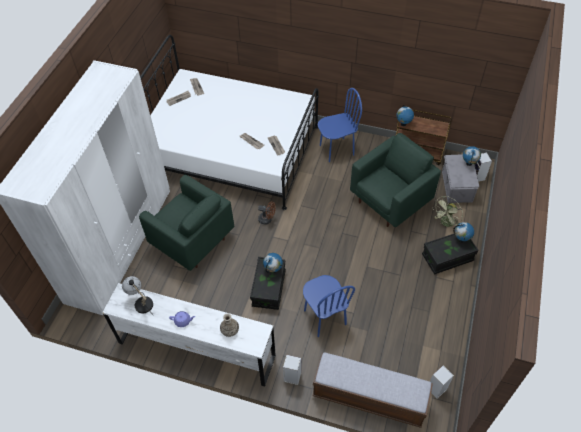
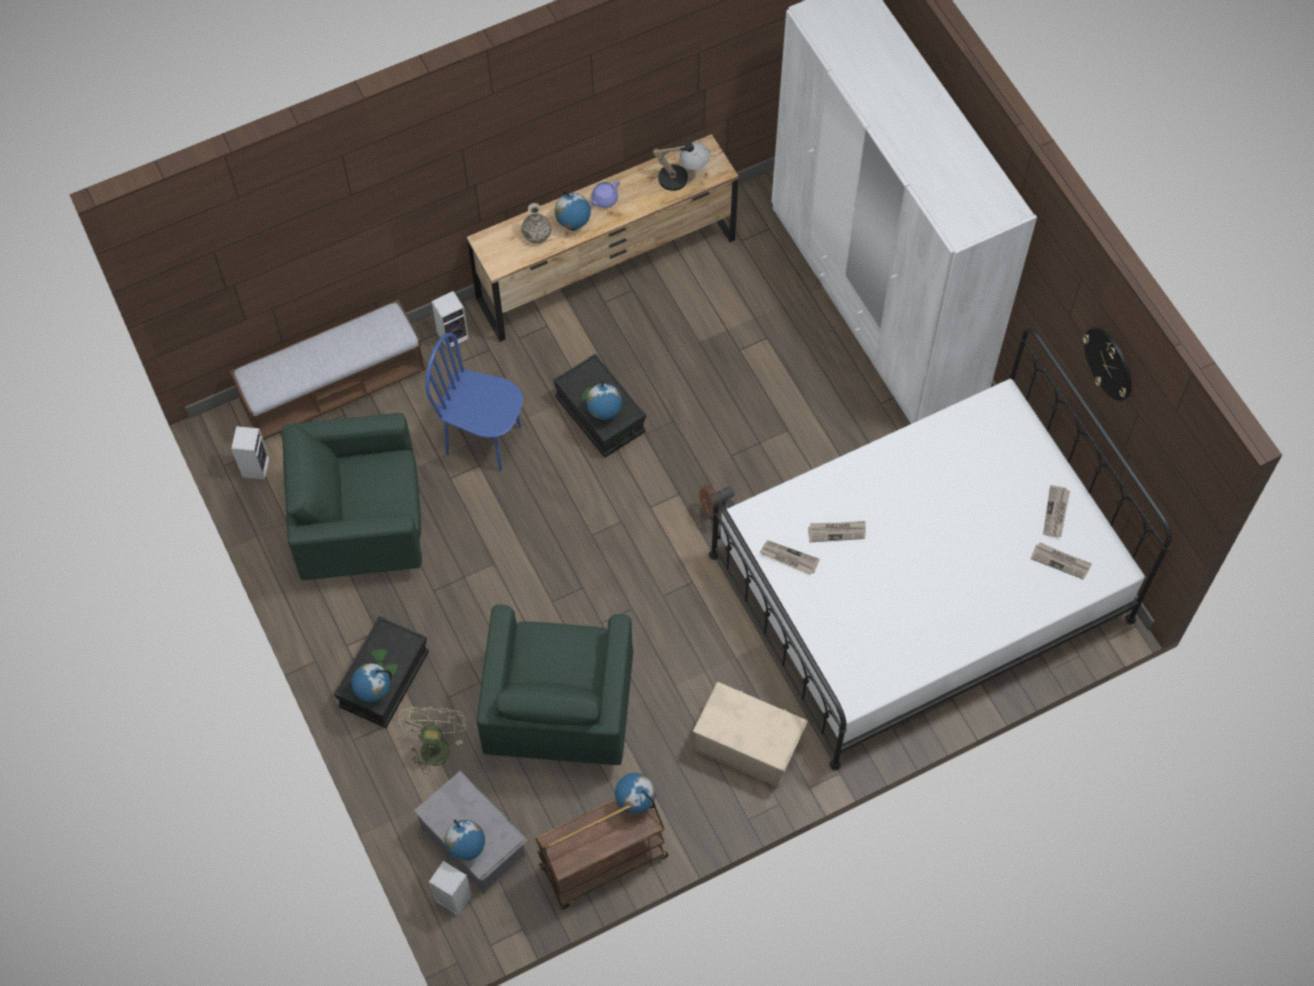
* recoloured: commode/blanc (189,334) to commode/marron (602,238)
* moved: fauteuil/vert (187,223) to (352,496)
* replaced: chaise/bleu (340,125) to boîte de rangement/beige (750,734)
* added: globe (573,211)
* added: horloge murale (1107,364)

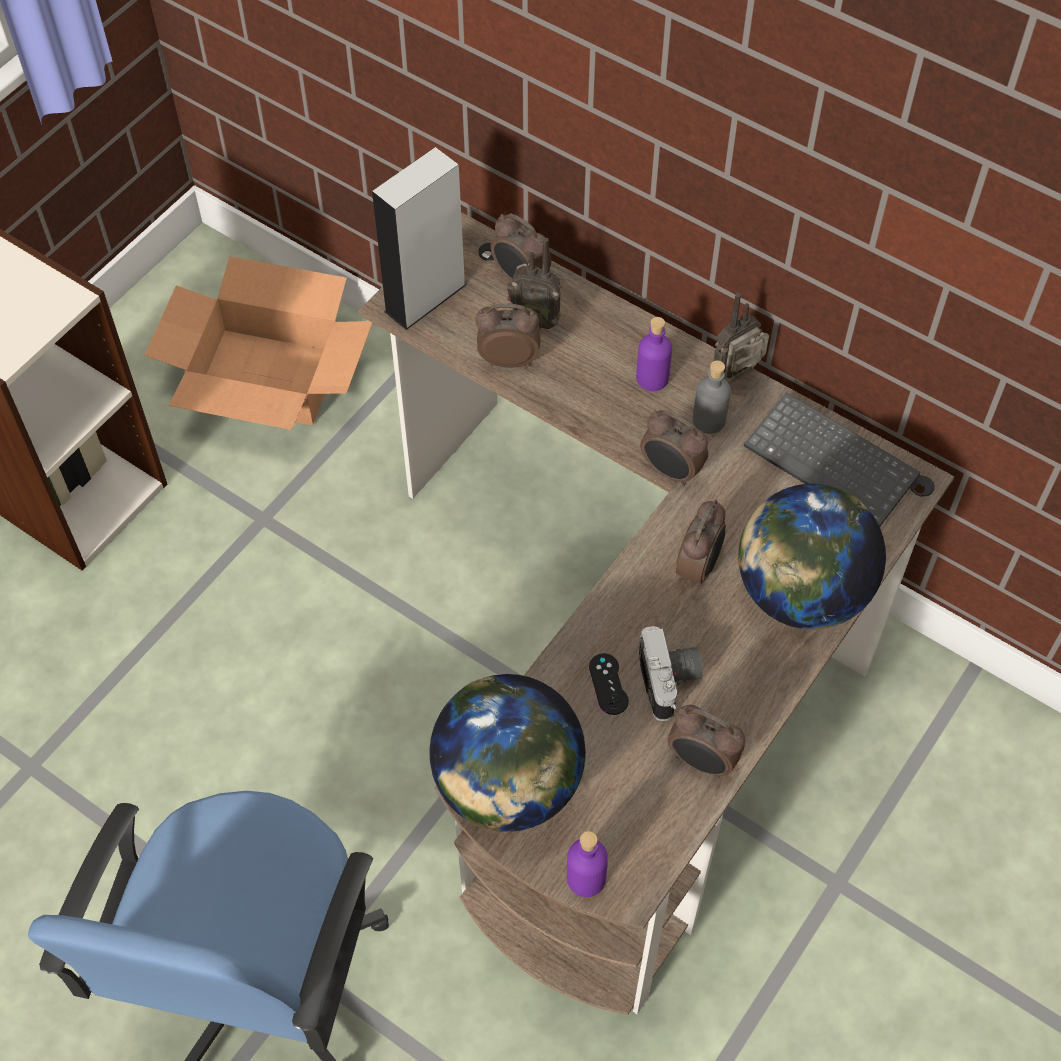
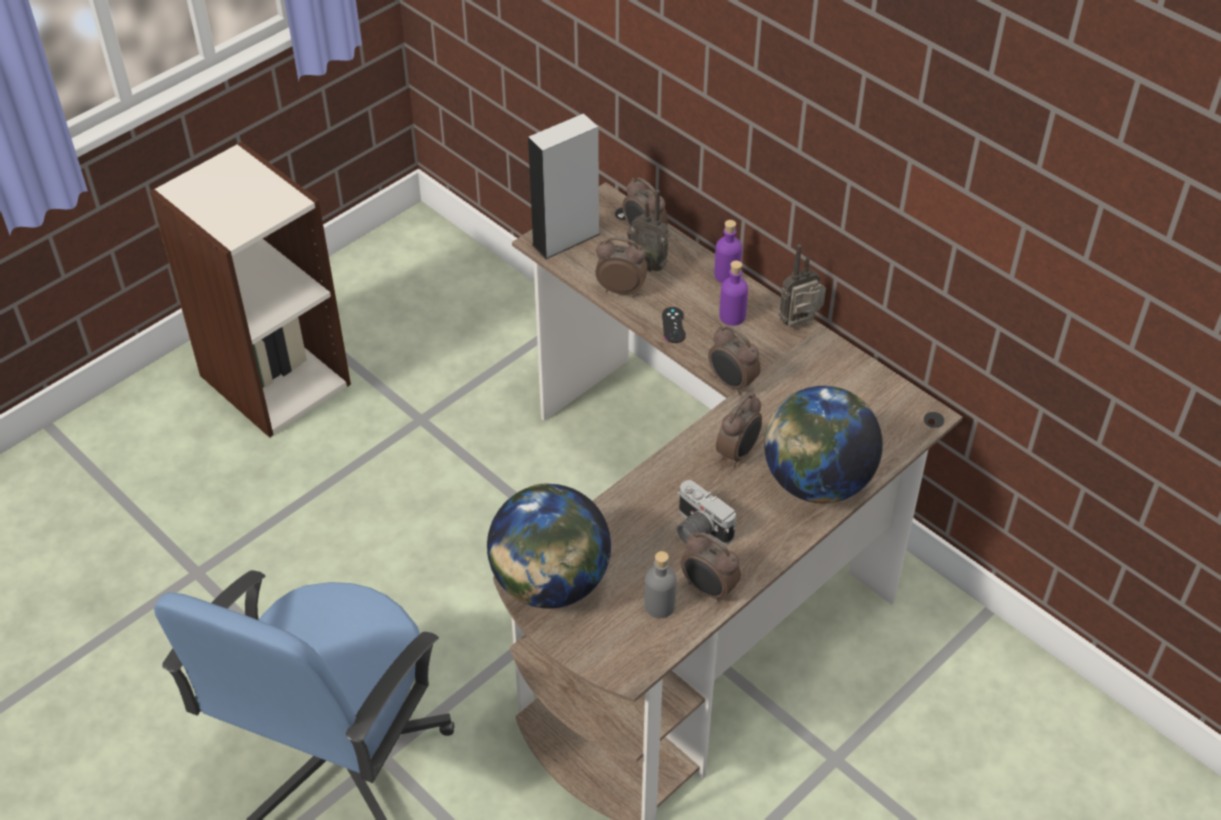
* removed: carton (258,343)
* moved: bouteille/violet (587,864) to (728,251)
* moved: manette/noir (609,684) to (674,325)
* turned: appareil photo (671,673) = (706,512) 135 degrees clockwise
* moved: bouteille/gris (712,397) to (660,584)
* removed: clavier (832,459)

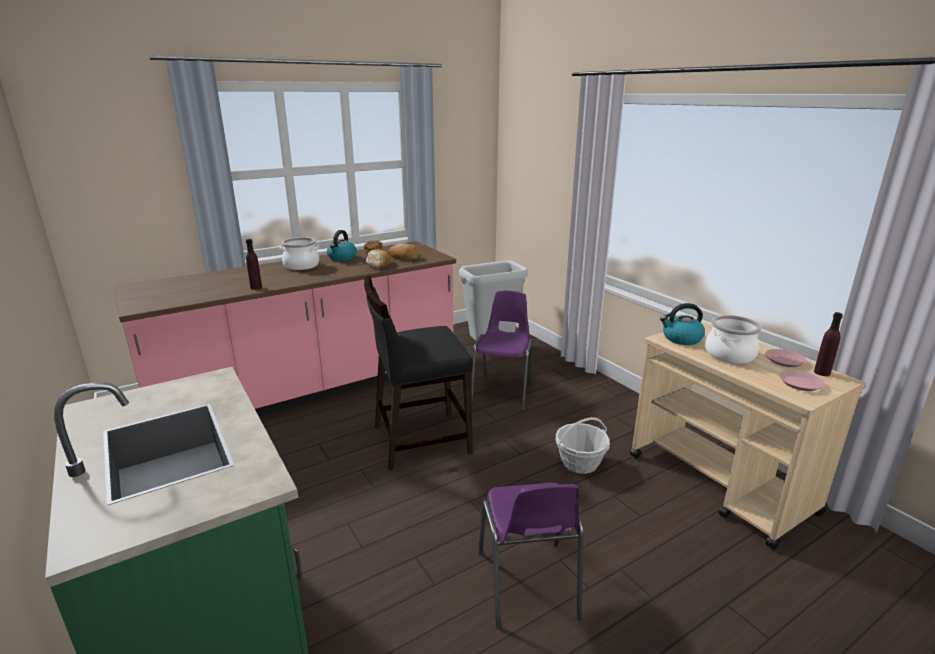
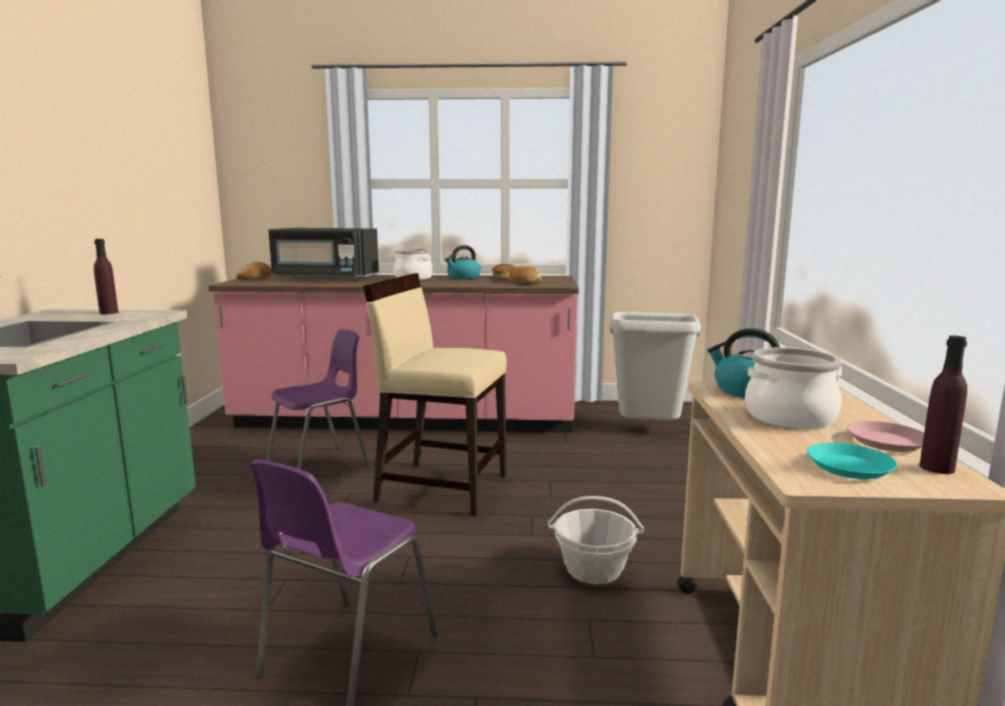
* moved: bouteille/violet (254,264) to (106,276)
* recoloured: chaise/noir (418,373) to chaise/beige (435,395)
* moved: pain (378,259) to (254,271)
* moved: chaise/violet (501,351) to (318,399)
* recoloured: assiette/rose (802,380) to assiette/turquoise (852,461)
* added: micro-ondes/noir (324,254)

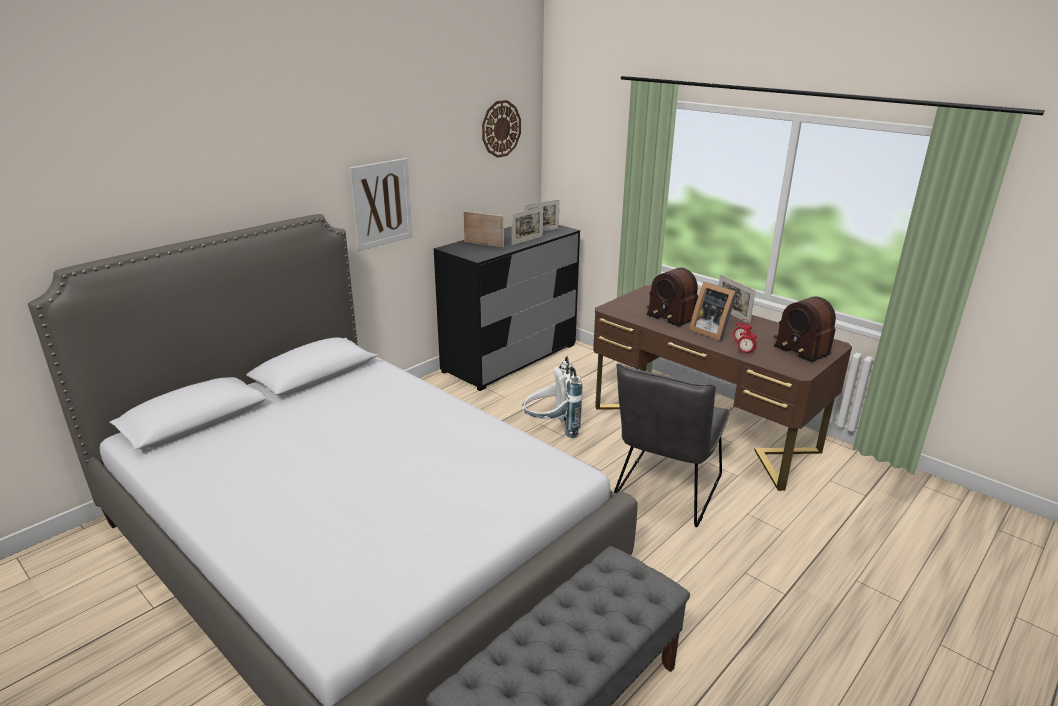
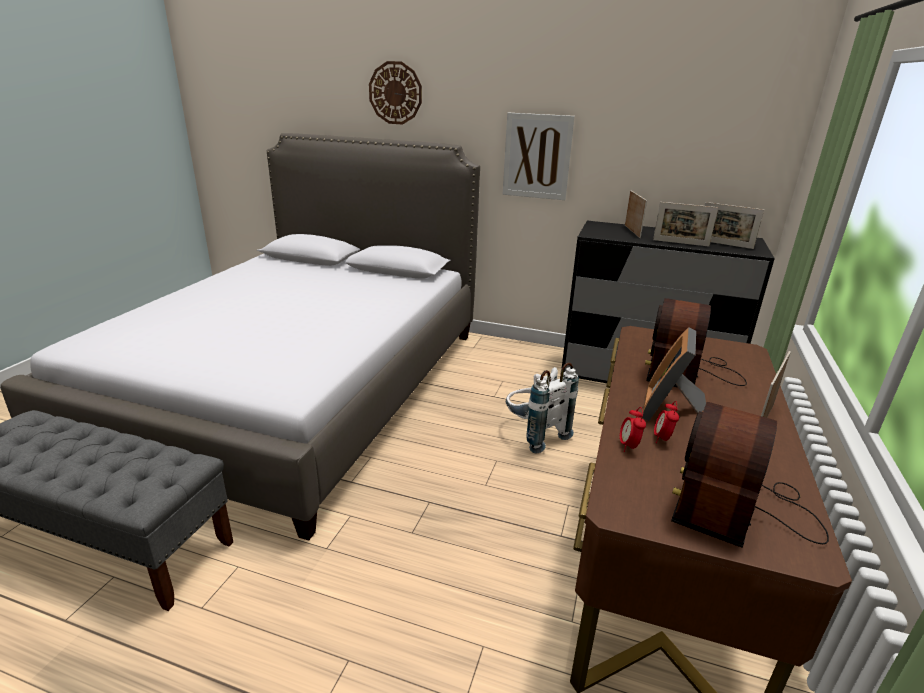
* moved: horloge murale (501,129) to (395,93)
* removed: chaise/gris (671,445)

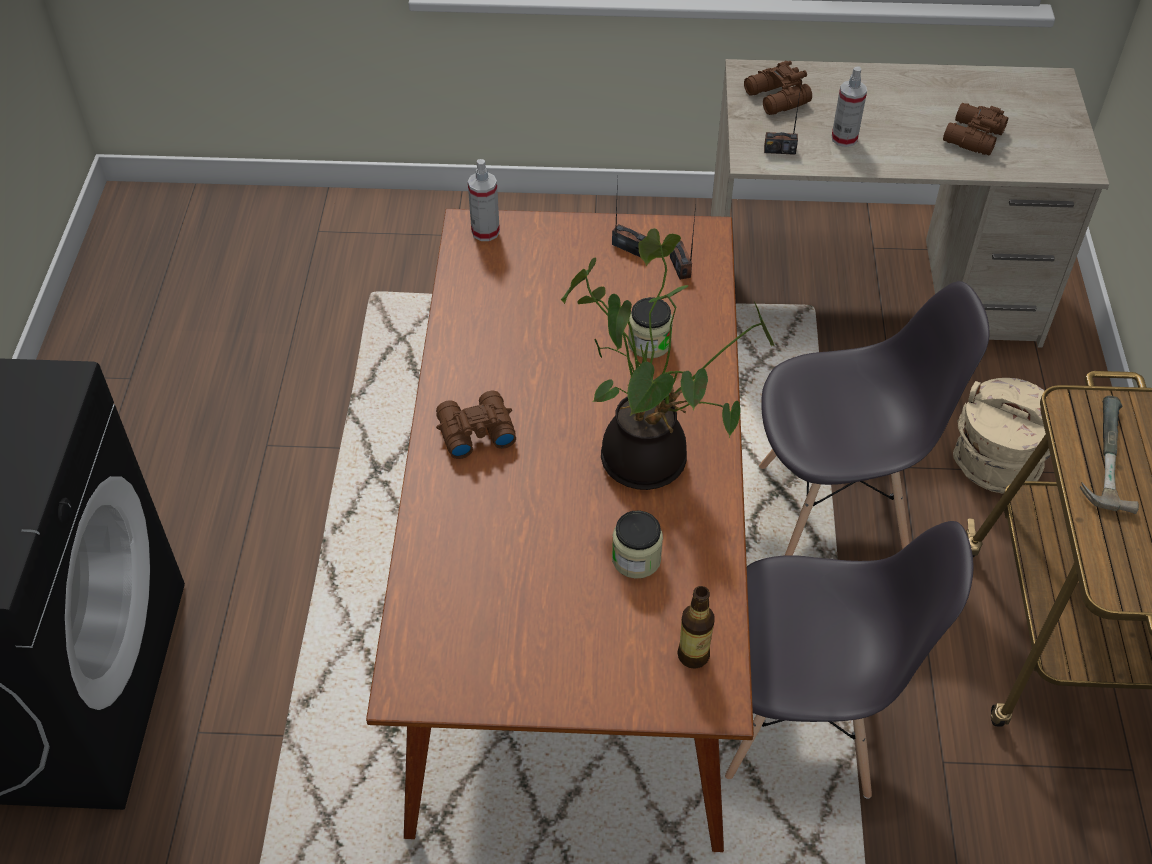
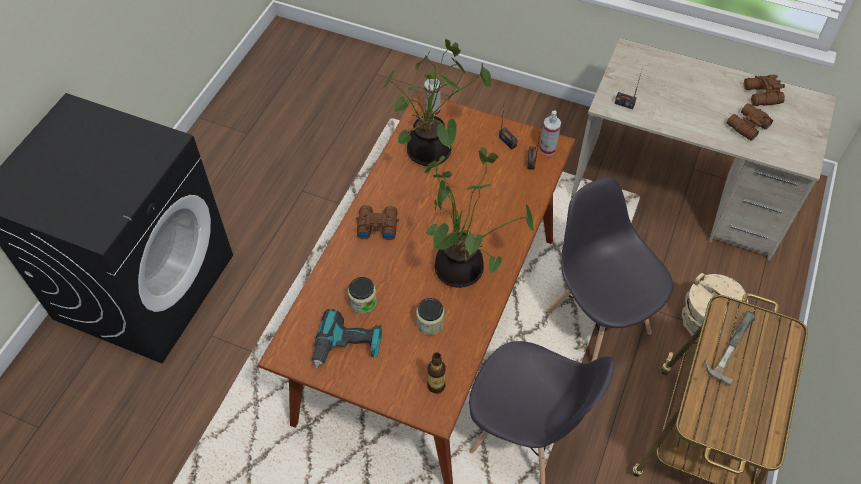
* moved: bocal (650,327) to (362,295)
* moved: jumelles/marron (778,88) to (764,90)
* turned: chaise/gris (874,418) = (610,269) 135 degrees counterclockwise
* moved: vaporisateur (849,107) to (550,133)
* added: perceuse (347,339)
* added: plante en pot (436,102)

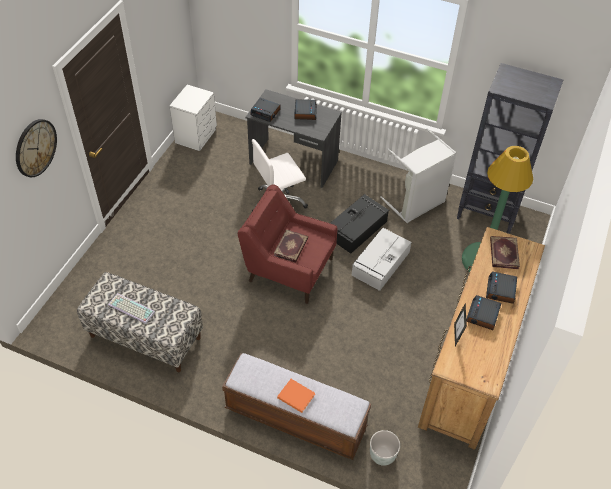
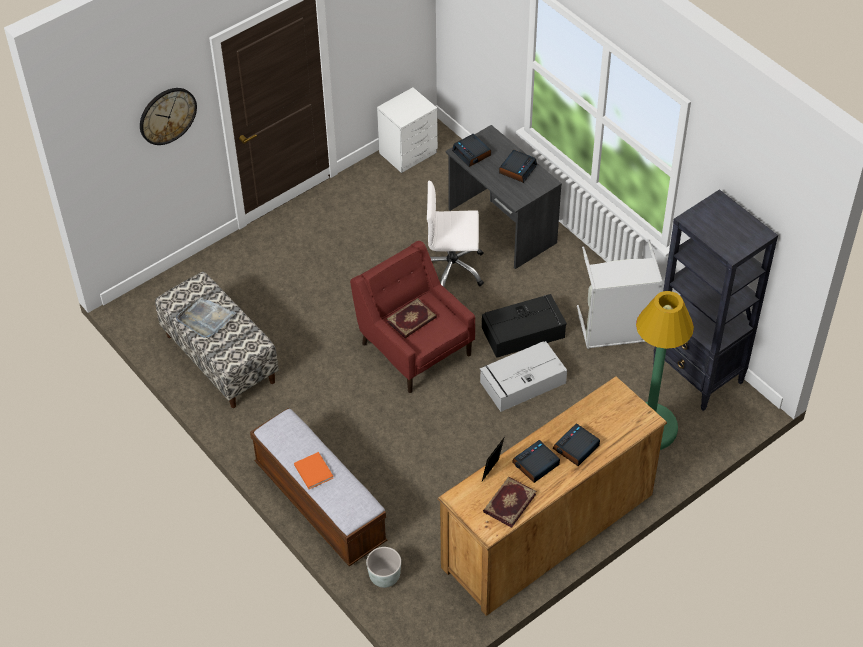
* replaced: clavier (131,308) to plateau/gris (206,317)
* moved: livre (505,252) to (509,502)

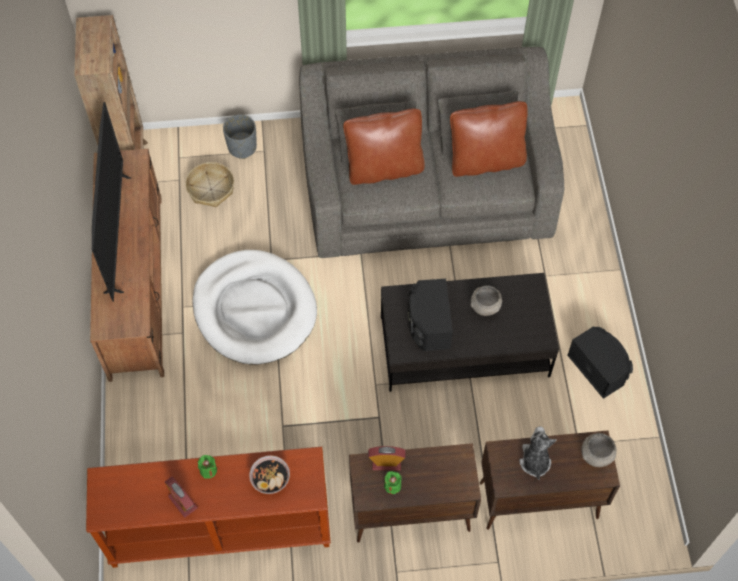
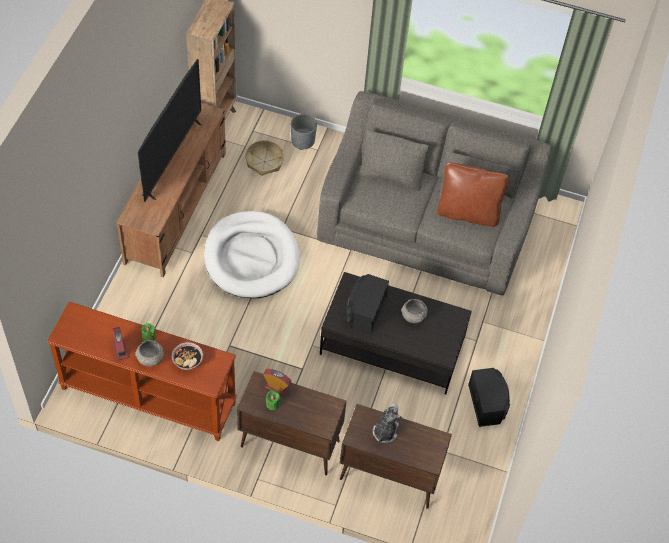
* removed: coussin/marron (384,146)
* moved: bol/gris (599,450) to (149,353)

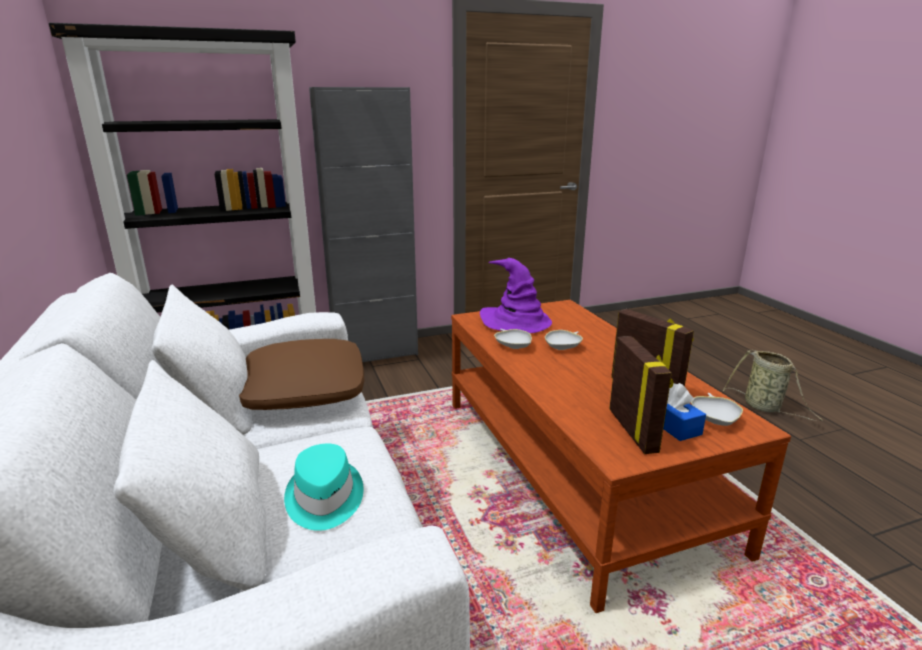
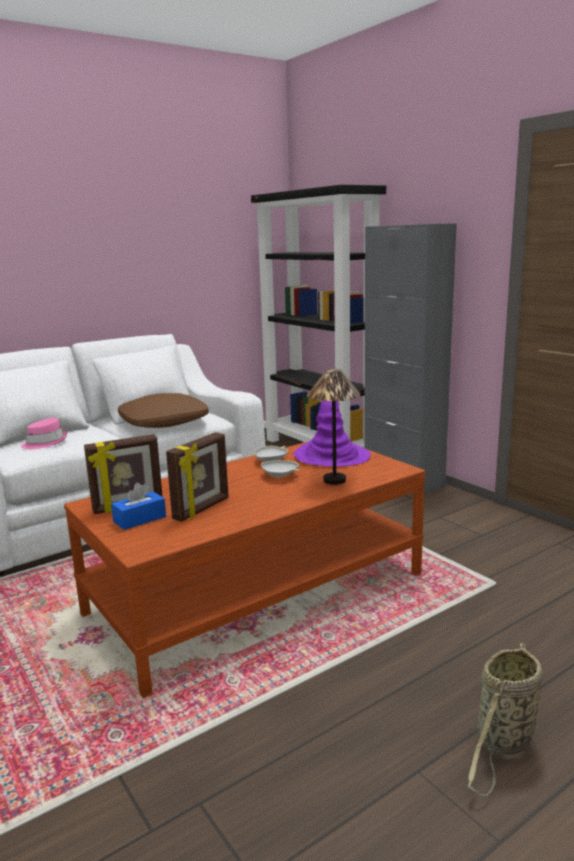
* recoloured: chapeau/turquoise (323,487) to chapeau/rose (44,433)
* removed: bol/blanc (717,409)
* added: lampe de table (334,427)

